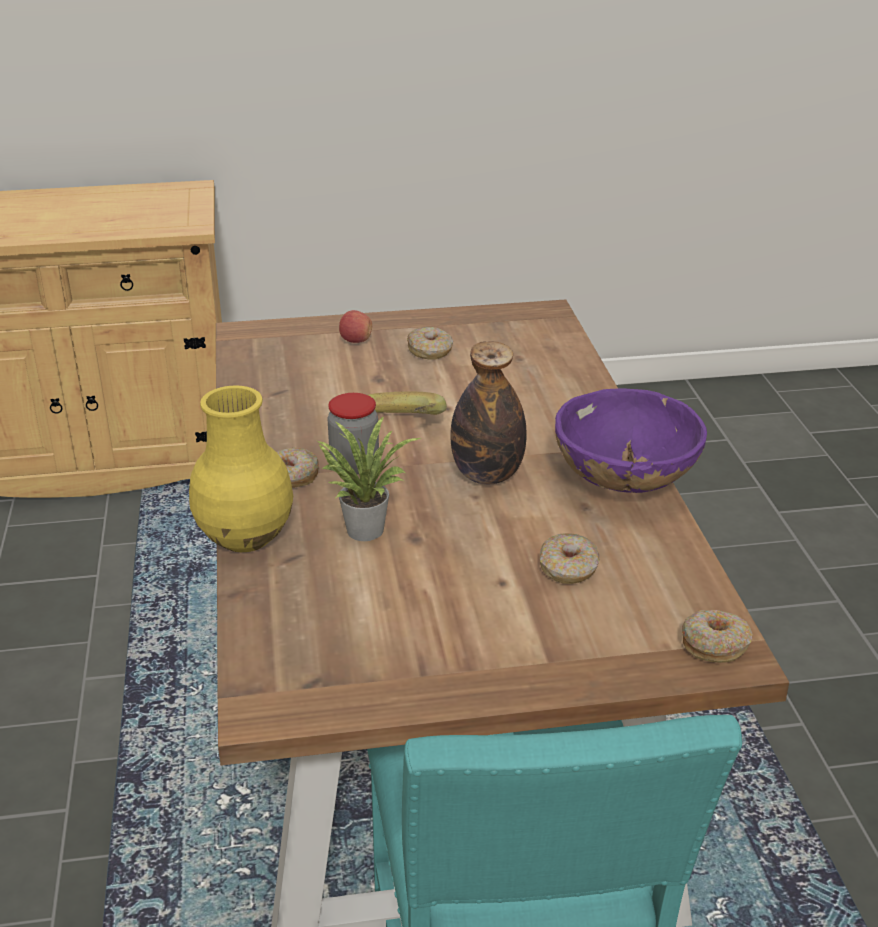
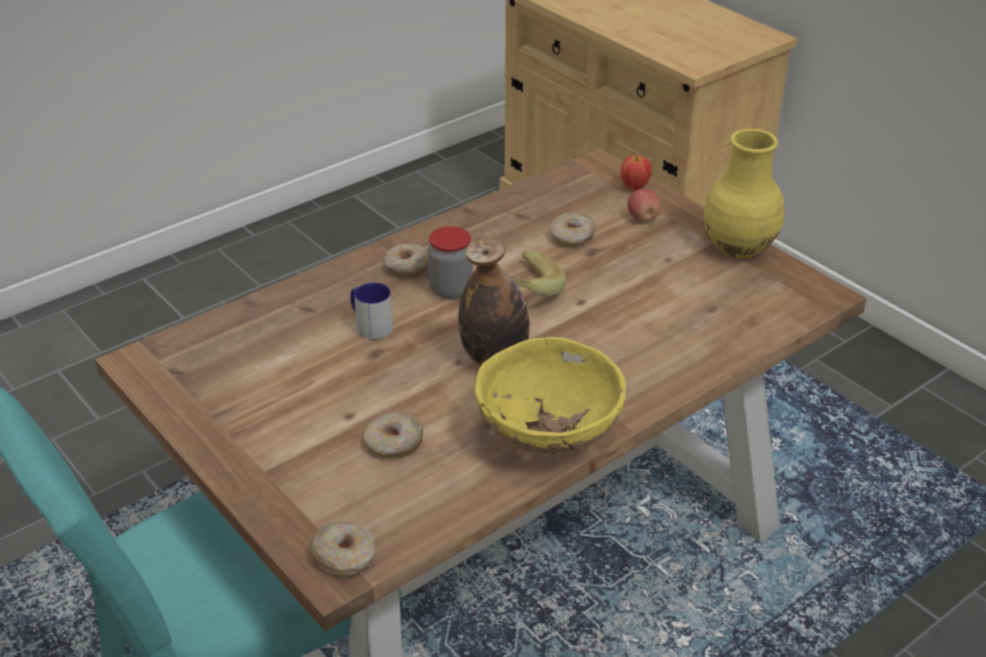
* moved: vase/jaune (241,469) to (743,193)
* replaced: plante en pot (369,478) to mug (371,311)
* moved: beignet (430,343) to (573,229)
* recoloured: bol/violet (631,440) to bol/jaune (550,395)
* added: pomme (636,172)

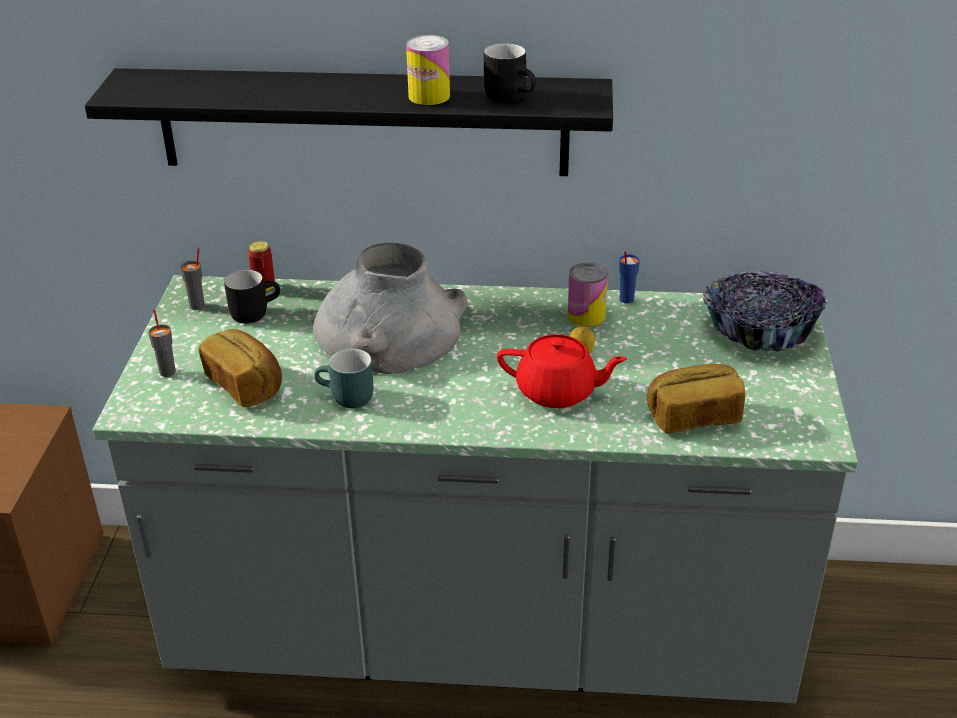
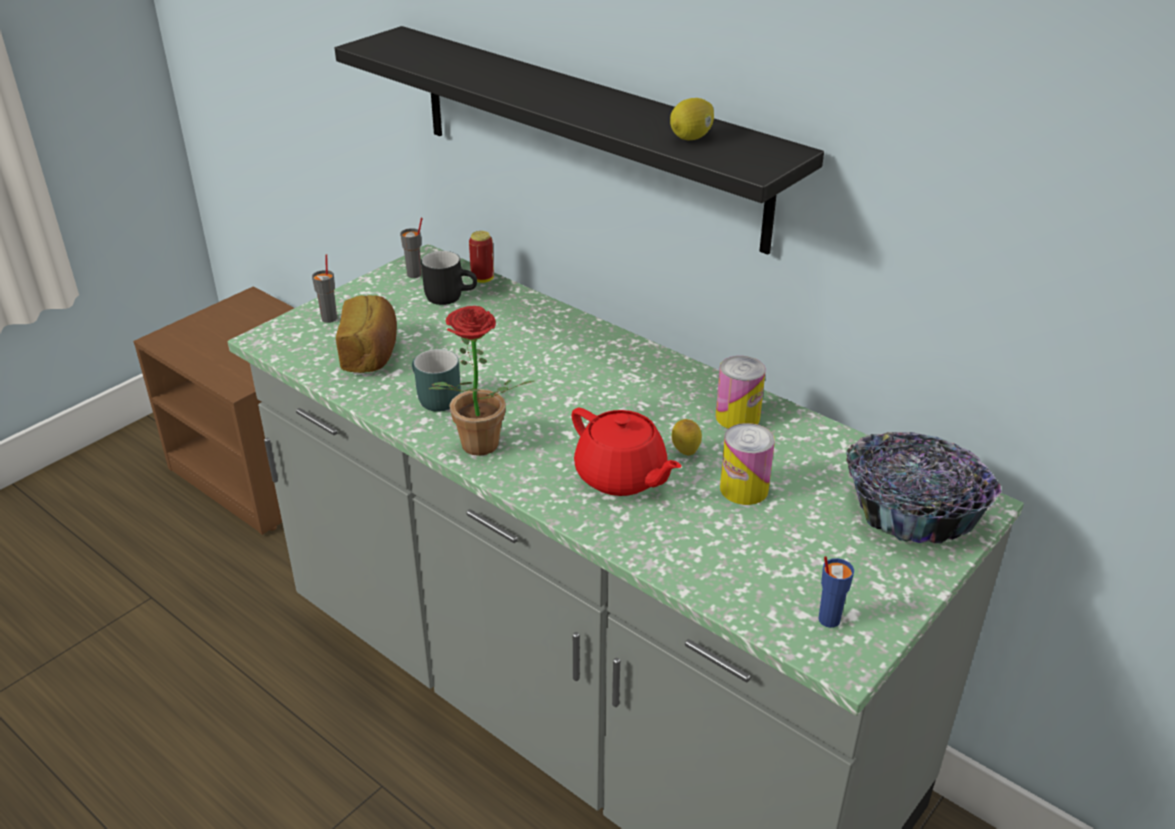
* removed: vase/gris (390,308)
* moved: boîte métallique (428,70) to (747,464)
* replaced: mug/noir (510,72) to citron (692,119)
* moved: tasse/bleu (629,277) to (836,592)
* removed: pain (696,399)
* added: plante en pot (481,381)

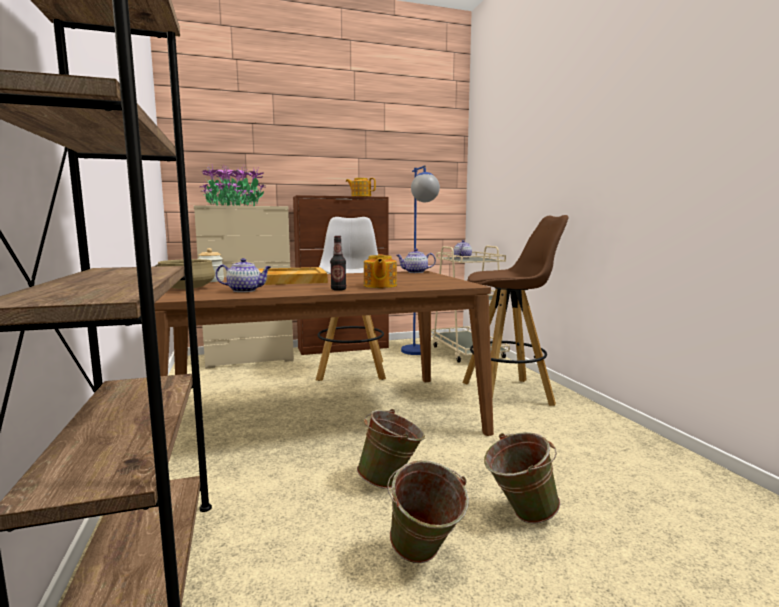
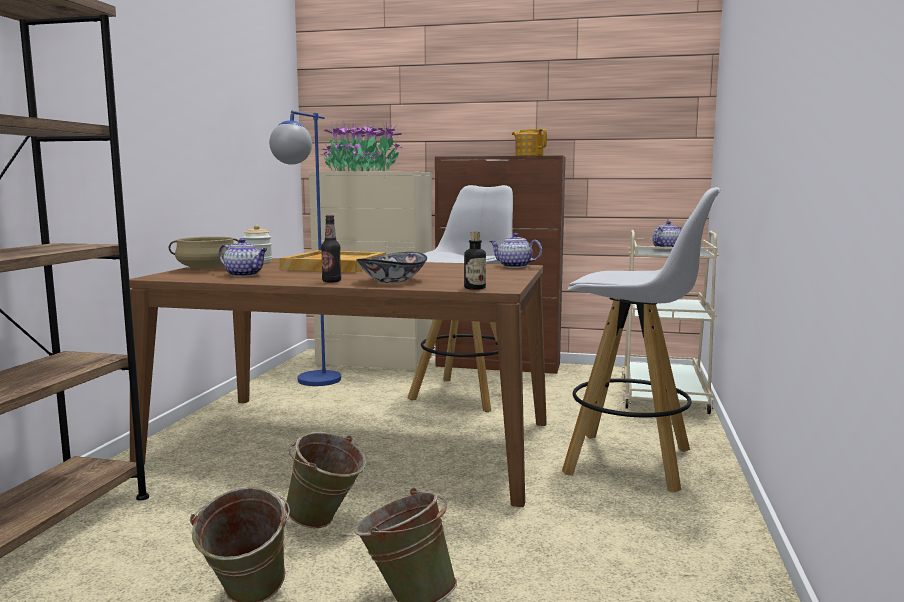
* replaced: théière (380,271) to bol (392,267)
* moved: lampadaire/bleu (420,260) to (305,248)
* recoloured: tabouret/marron (515,310) to tabouret/blanc (641,340)
* added: bouteille (475,261)

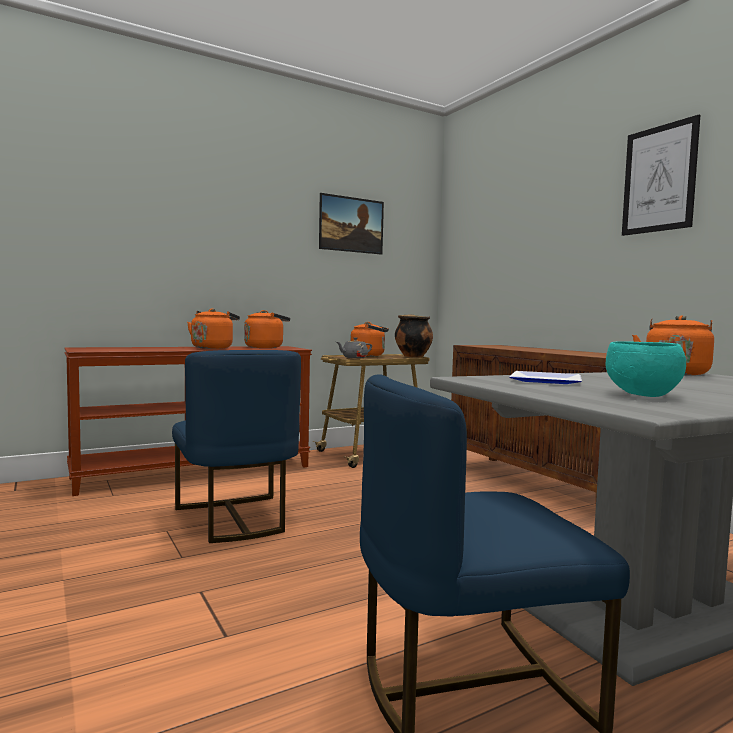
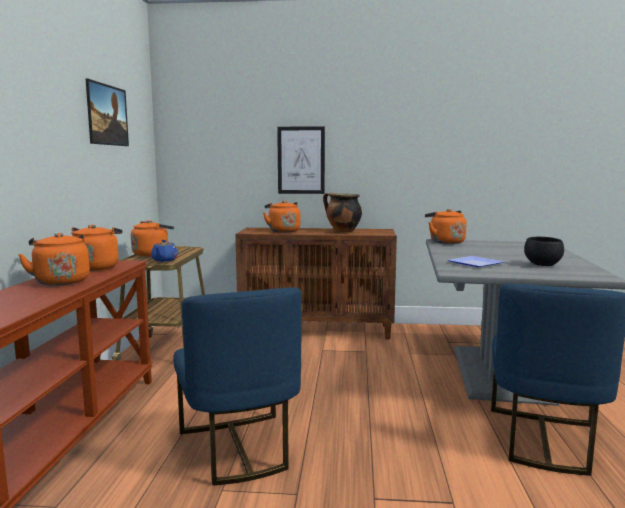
* turned: chaise/bleu (236,446) = (237,386) 60 degrees clockwise
* recoloured: théière/gris (354,347) to théière/bleu (164,251)
* moved: marmite (414,336) to (342,213)
* recoloured: bol/turquoise (646,369) to bol/noir (544,251)
* moved: tableau (661,175) to (301,160)
* added: bouilloire/orange (281,216)

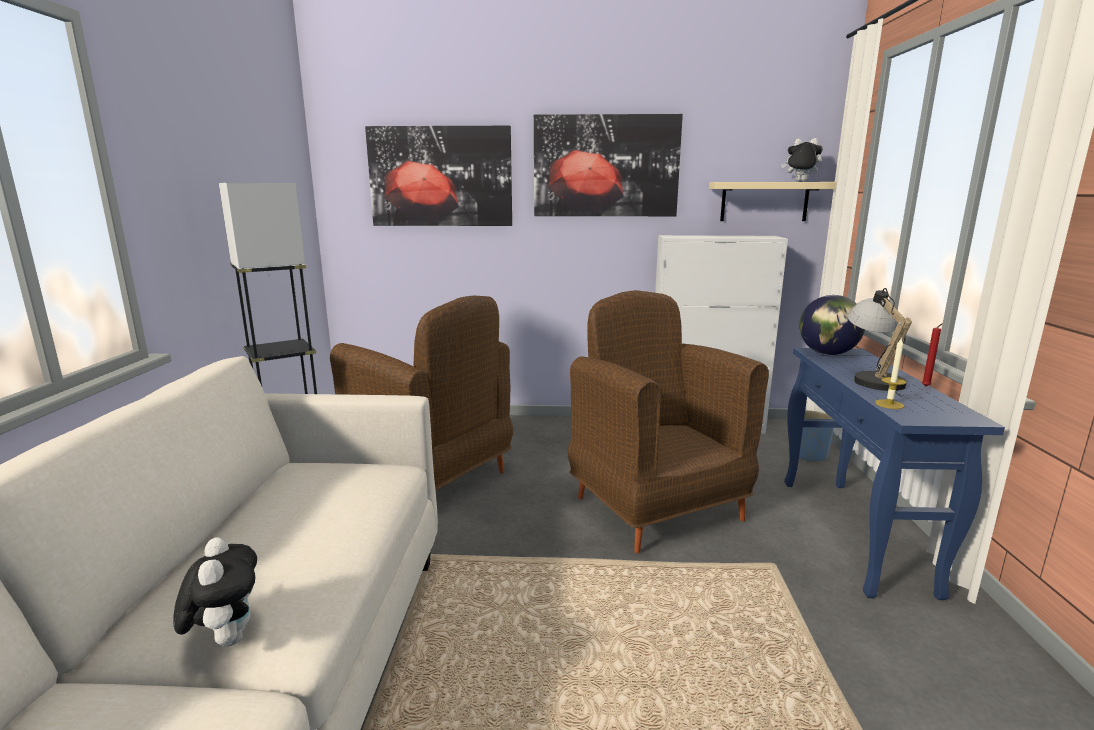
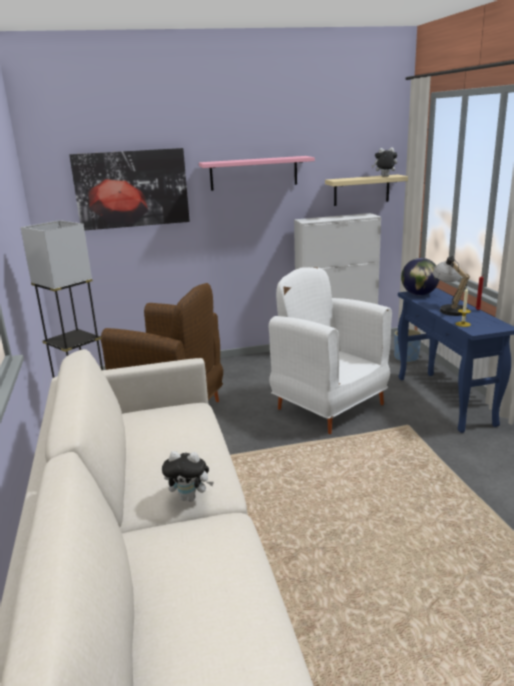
* turned: peluche (215,592) = (188,476) 135 degrees clockwise
* replaced: tableau (608,165) to étagère/rose (257,173)
* recoloured: fauteuil/marron (668,422) to fauteuil/blanc (330,350)

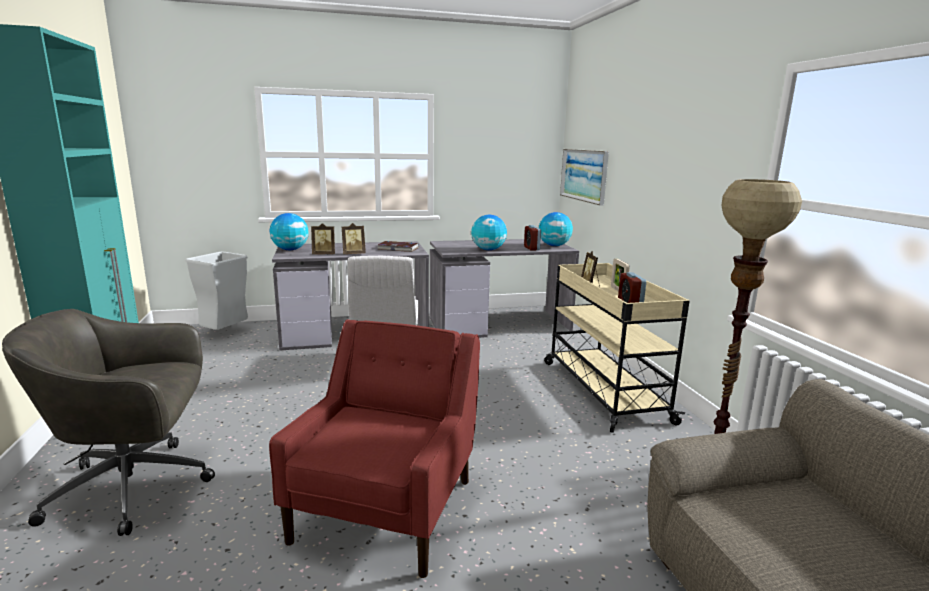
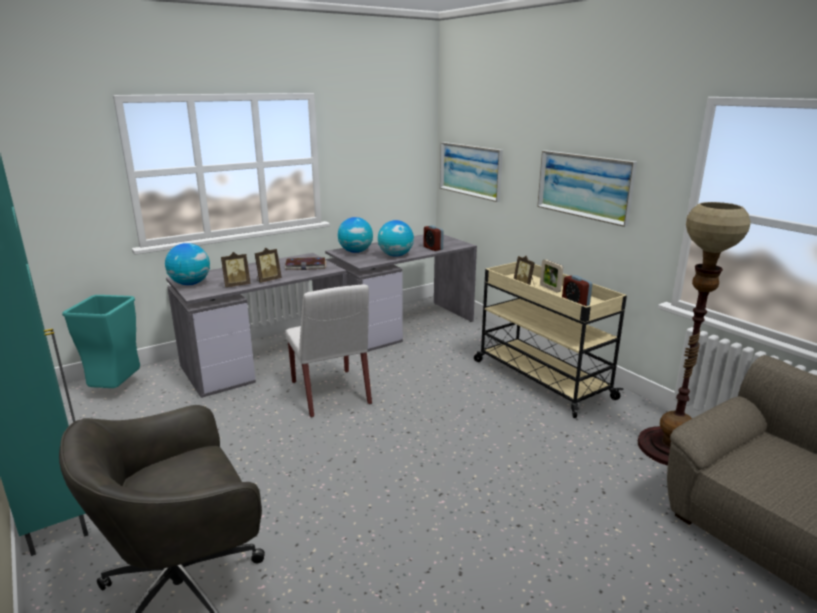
* recoloured: poubelle/gris (216,293) to poubelle/turquoise (101,341)
* removed: fauteuil/rouge (374,448)
* moved: globe (556,229) to (355,235)
* added: tableau (587,188)

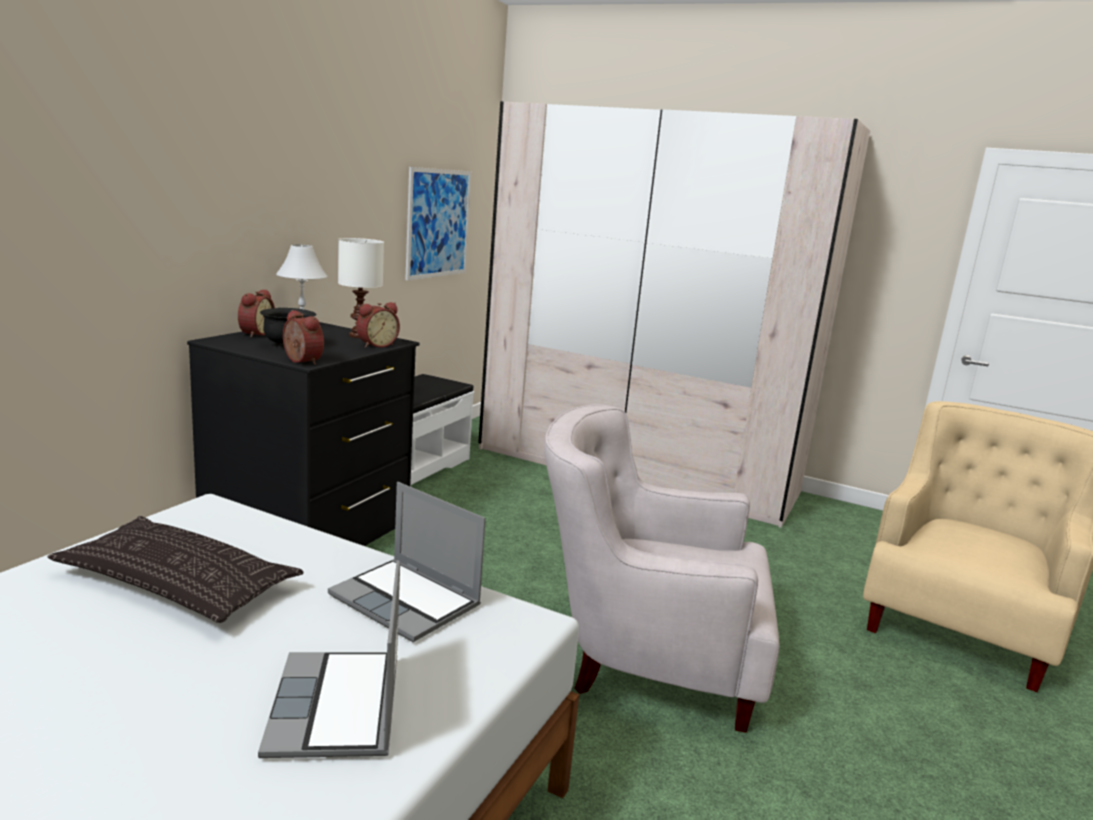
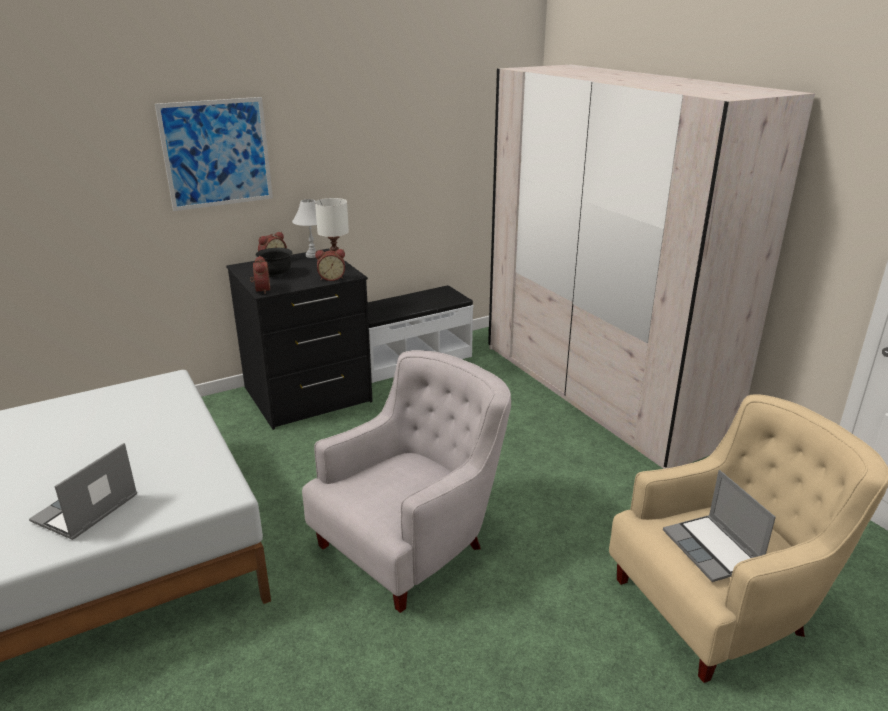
* removed: coussin (175,569)
* moved: ordinateur portable (407,562) to (719,526)
* moved: tableau (438,223) to (214,154)
* turned: fauteuil/blanc (661,568) = (406,481) 90 degrees clockwise

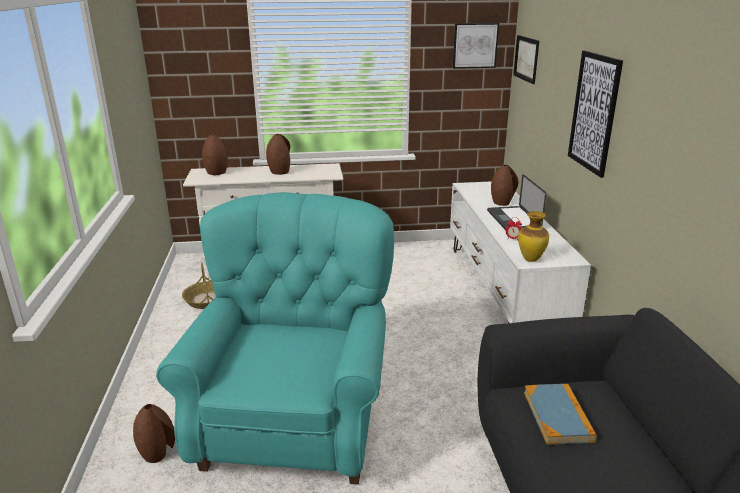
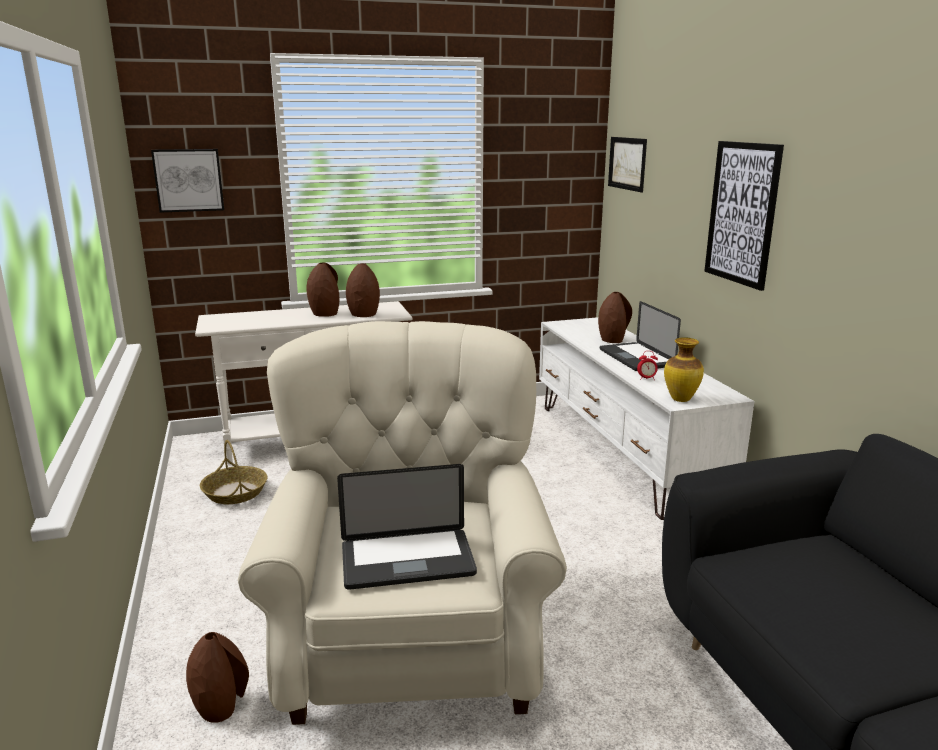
* recoloured: fauteuil/turquoise (275,338) to fauteuil/beige (402,523)
* moved: vase/marron (215,155) to (363,290)
* moved: tableau (476,46) to (187,181)
* removed: livre (560,414)
* added: ordinateur portable (407,527)

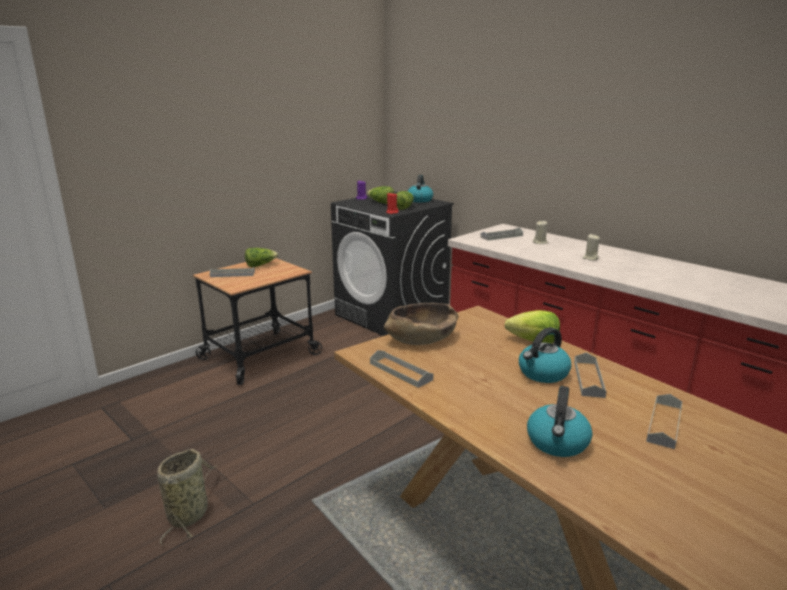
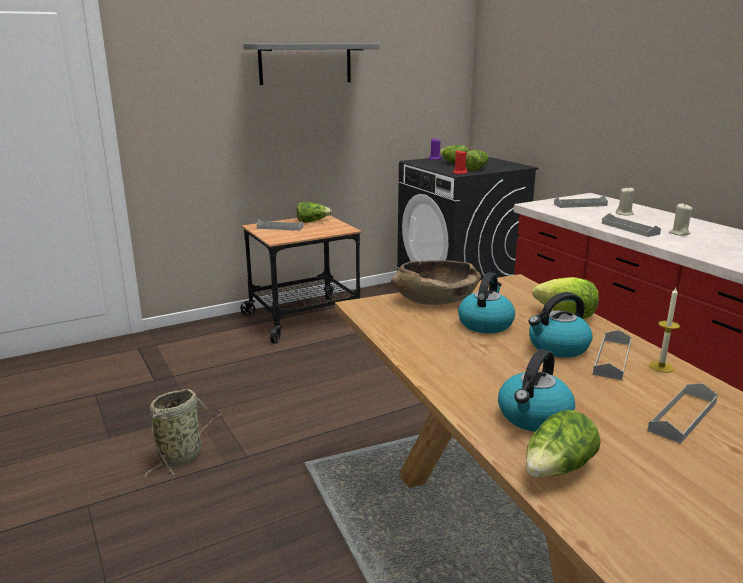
* moved: plateau/gris (401,369) to (631,225)
* moved: bouilloire (420,188) to (486,303)
* added: étagère/gris (311,64)
* added: laitue (563,443)
* added: bougie (664,330)

